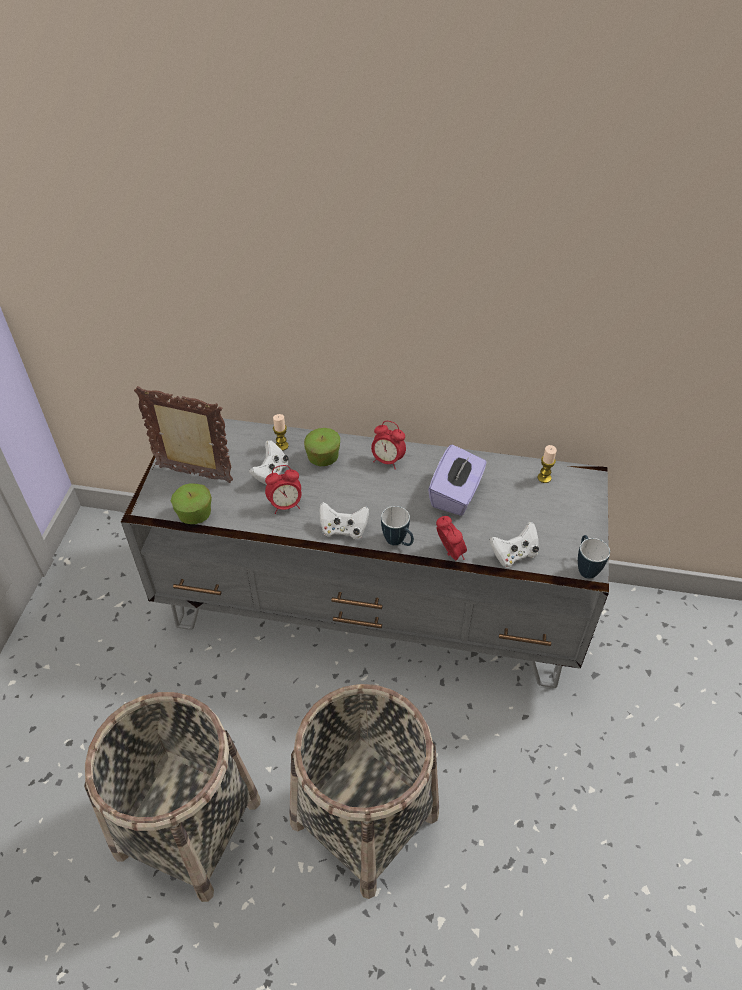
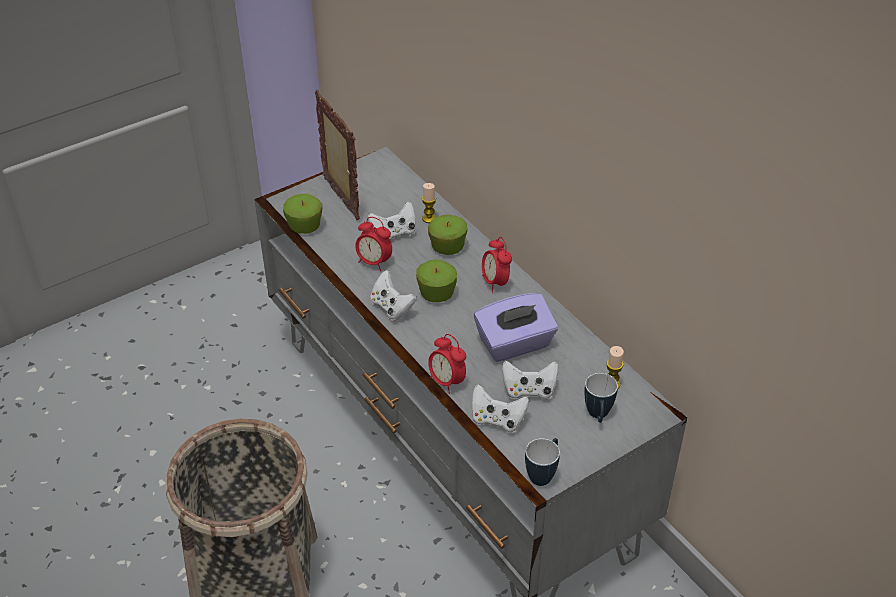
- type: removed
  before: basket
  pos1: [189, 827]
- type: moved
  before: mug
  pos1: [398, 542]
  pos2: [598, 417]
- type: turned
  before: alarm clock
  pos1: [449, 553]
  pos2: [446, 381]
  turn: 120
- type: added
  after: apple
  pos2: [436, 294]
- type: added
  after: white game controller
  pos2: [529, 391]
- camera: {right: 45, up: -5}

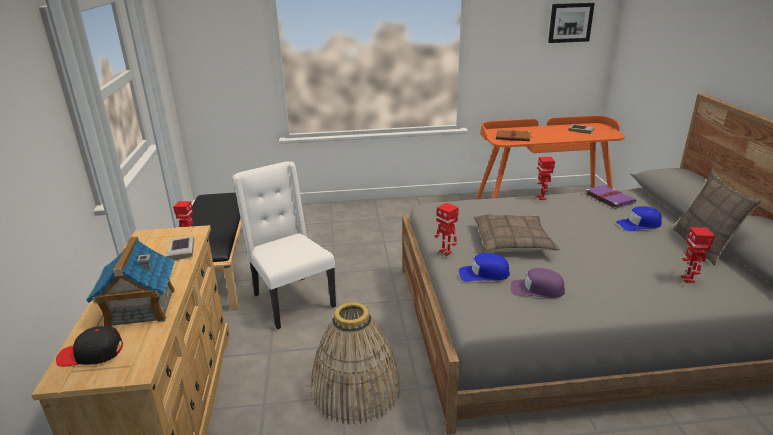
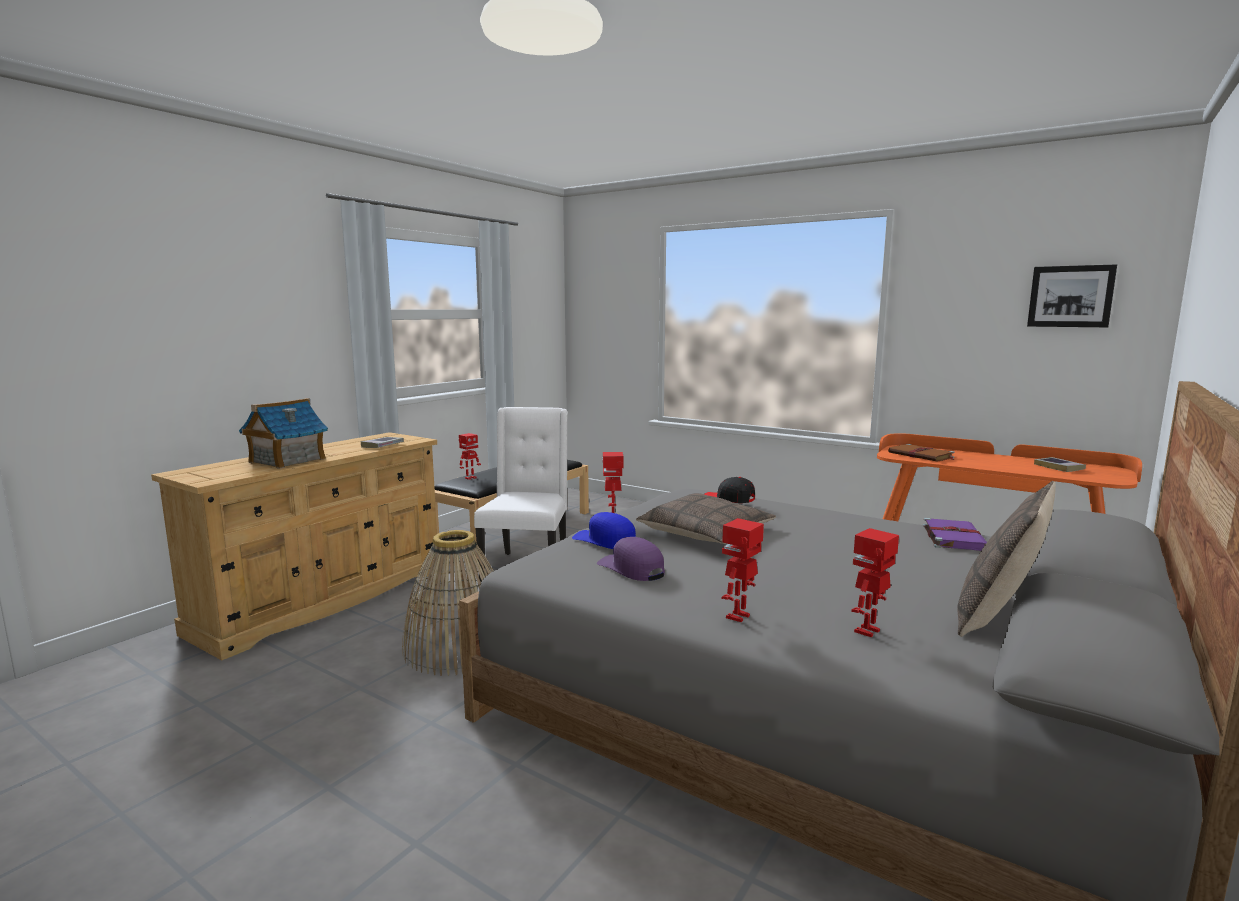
- type: moved
  before: black cap
  pos1: [91, 354]
  pos2: [729, 499]
- type: moved
  before: toy robot
  pos1: [541, 198]
  pos2: [739, 617]
- type: removed
  before: blue cap
  pos1: [639, 224]
- camera: {right: 40, up: -15}

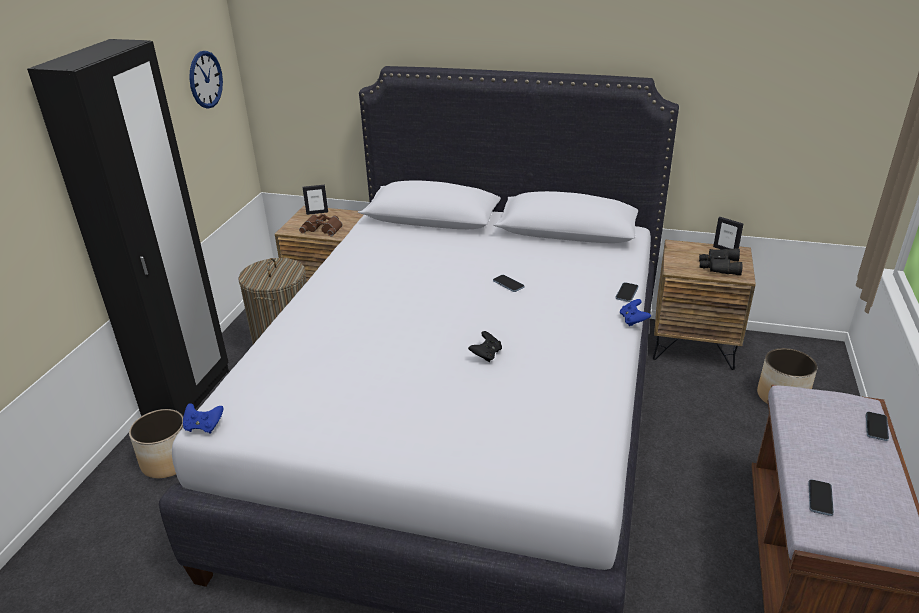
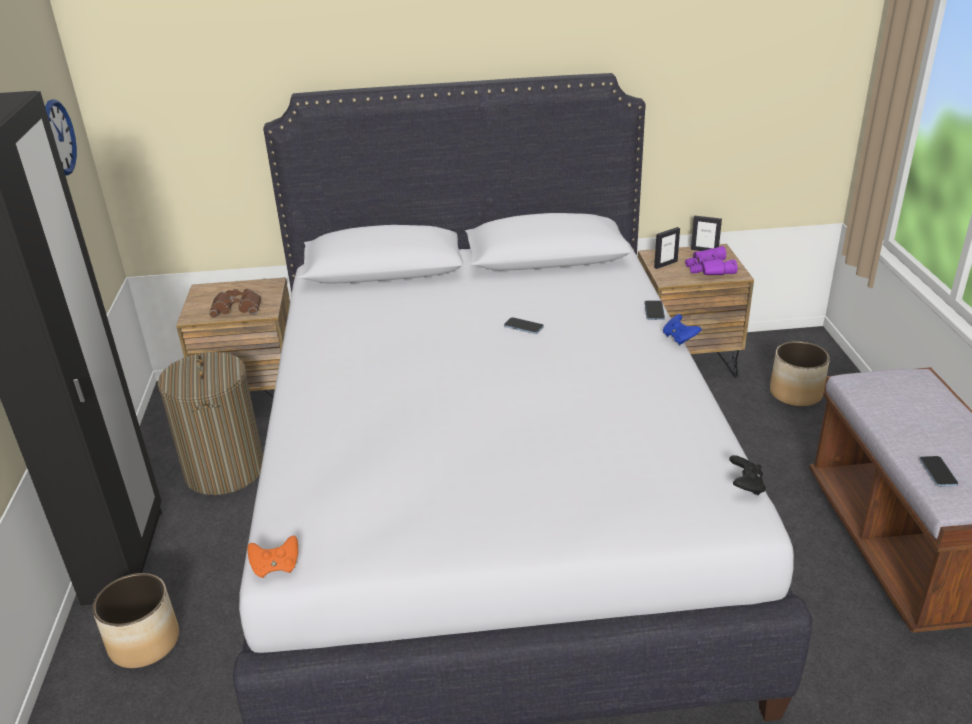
- type: recoloured
  before: blue game controller
  after: orange game controller
  pos1: [204, 426]
  pos2: [276, 567]
- type: moved
  before: picture frame
  pos1: [317, 212]
  pos2: [665, 264]
- type: moved
  before: black game controller
  pos1: [486, 355]
  pos2: [746, 486]
- type: recoloured
  before: black binoculars
  after: purple binoculars
  pos1: [718, 266]
  pos2: [708, 268]
- type: removed
  before: phone
  pos1: [876, 427]
- camera: {right: -20, up: 0}

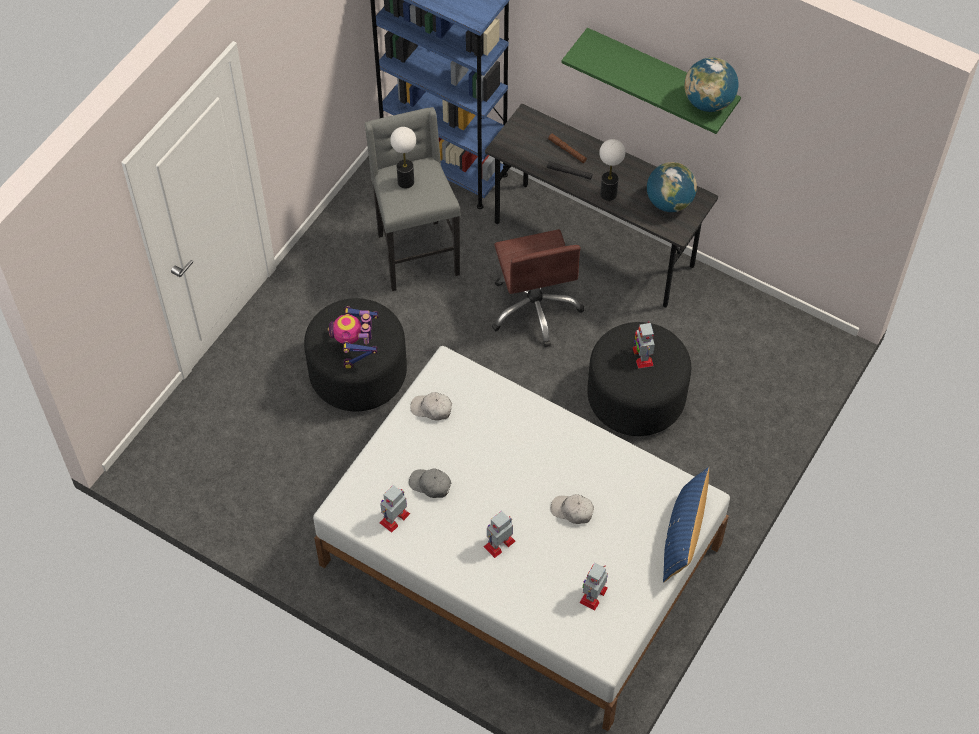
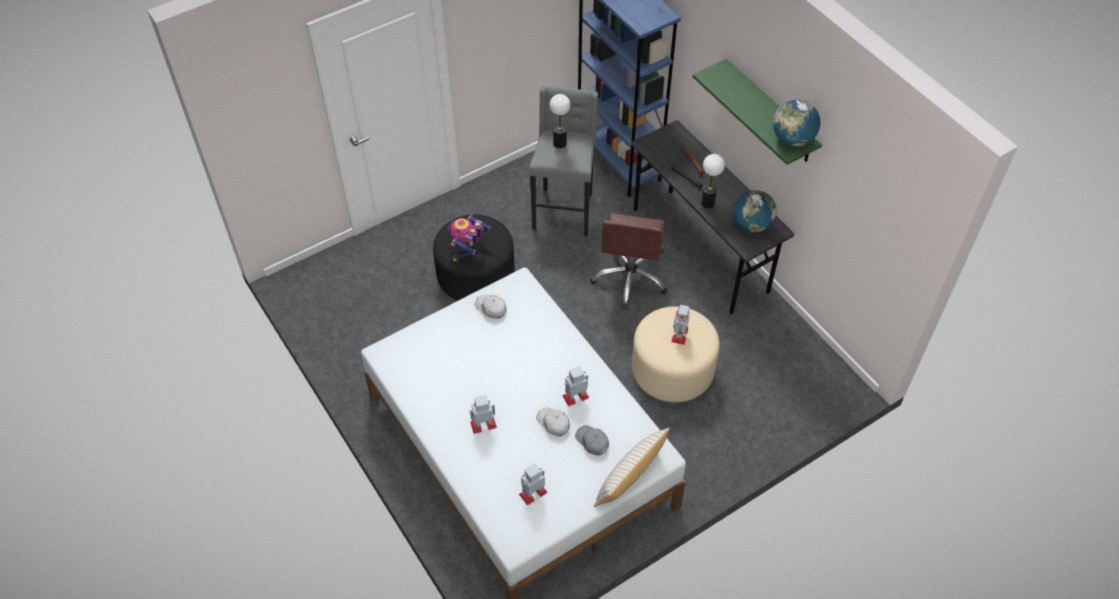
- type: moved
  before: toy robot
  pos1: [394, 517]
  pos2: [576, 396]
- type: moved
  before: grey cap
  pos1: [430, 485]
  pos2: [592, 442]
- type: recoloured
  before: black ottoman
  after: beige ottoman
  pos1: [636, 397]
  pos2: [672, 370]
- type: recoloured
  before: blue pillow
  after: beige pillow
  pos1: [682, 535]
  pos2: [629, 477]
- camera: {right: 25, up: -5}

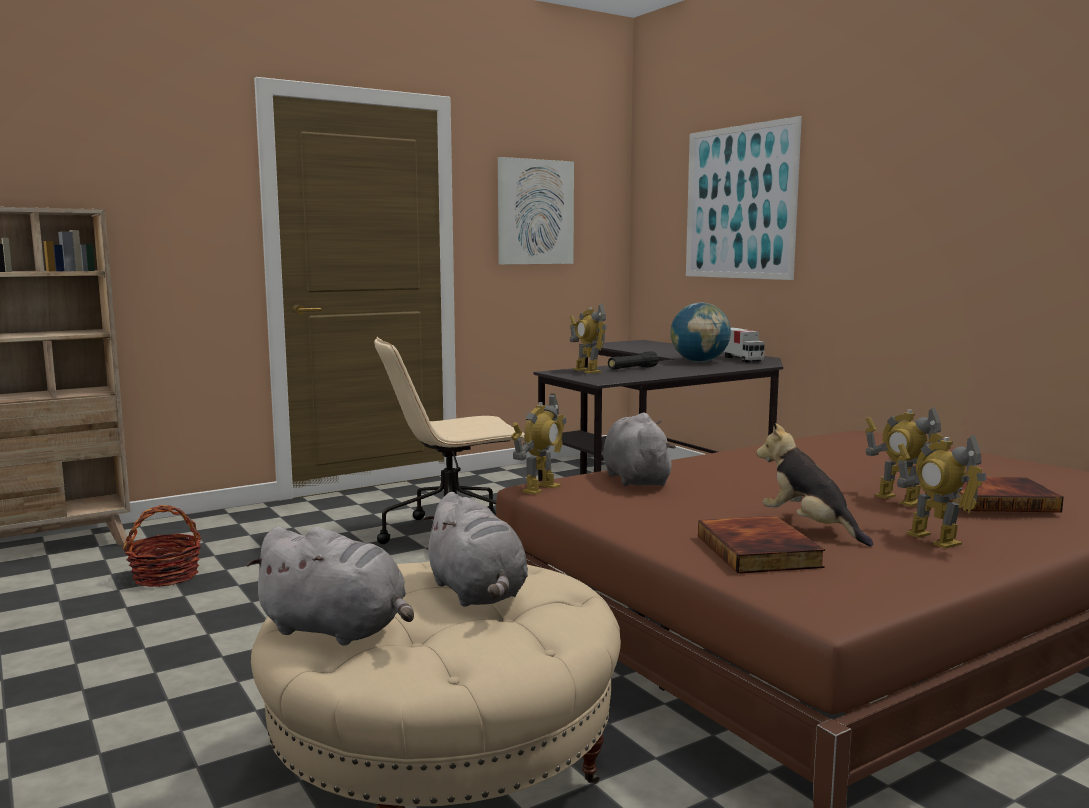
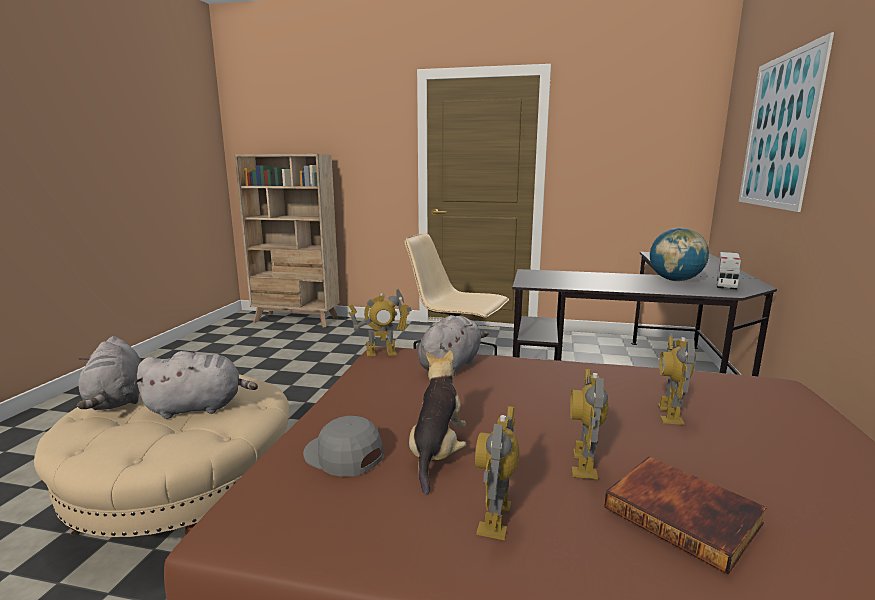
- type: removed
  before: basket
  pos1: [166, 576]
- type: turned
  before: grey plush toy
  pos1: [477, 593]
  pos2: [199, 408]
  turn: -120
- type: removed
  before: picture
  pos1: [535, 212]
- type: moved
  before: toy robot
  pos1: [587, 371]
  pos2: [669, 414]
- type: removed
  before: black flashlight
  pos1: [632, 369]
- type: replaced
  before: book
  after: grey cap
  pos1: [760, 551]
  pos2: [343, 455]
- camera: {right: 45, up: 5}

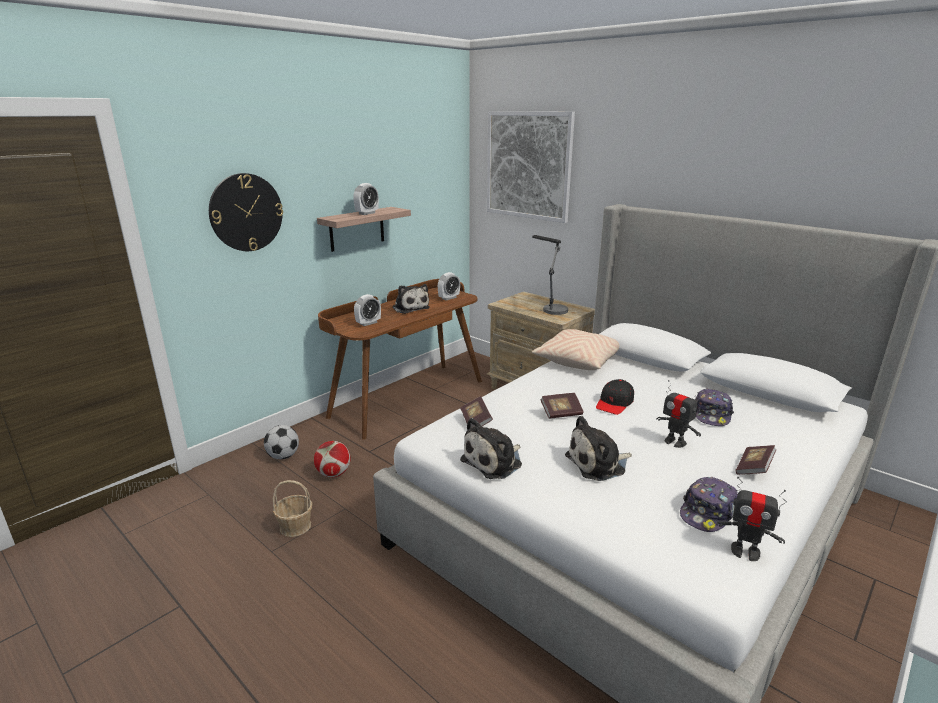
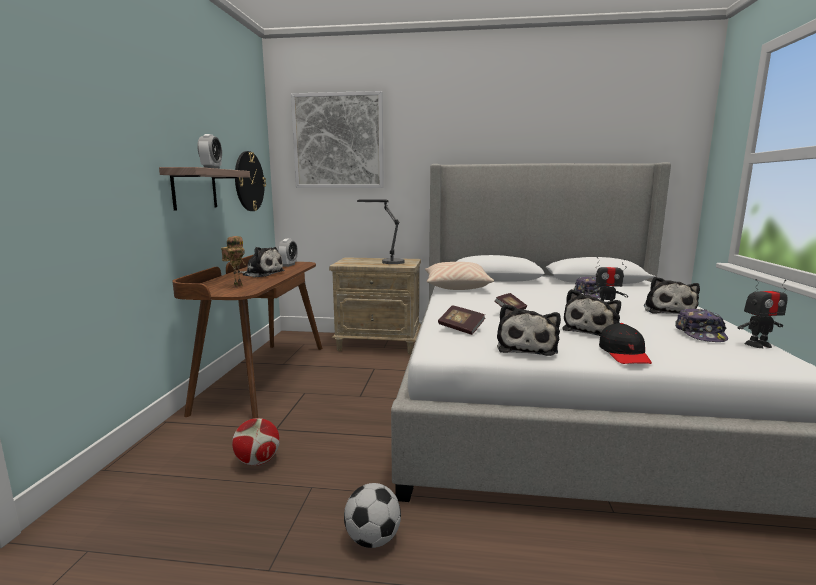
- type: moved
  before: wall clock
  pos1: [246, 212]
  pos2: [249, 181]
- type: moved
  before: football
  pos1: [283, 456]
  pos2: [372, 539]
- type: removed
  before: basket
  pos1: [295, 526]
- type: replaced
  before: alarm clock
  after: toy robot
  pos1: [368, 323]
  pos2: [237, 286]
- type: moved
  before: black cap
  pos1: [614, 403]
  pos2: [624, 354]
- type: replaced
  before: book
  after: plush toy
  pos1: [754, 468]
  pos2: [668, 310]
- camera: {right: -35, up: -10}

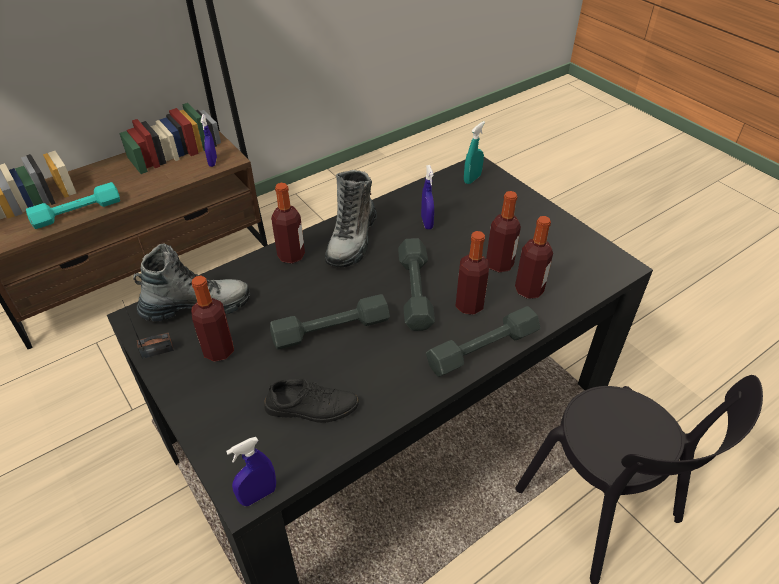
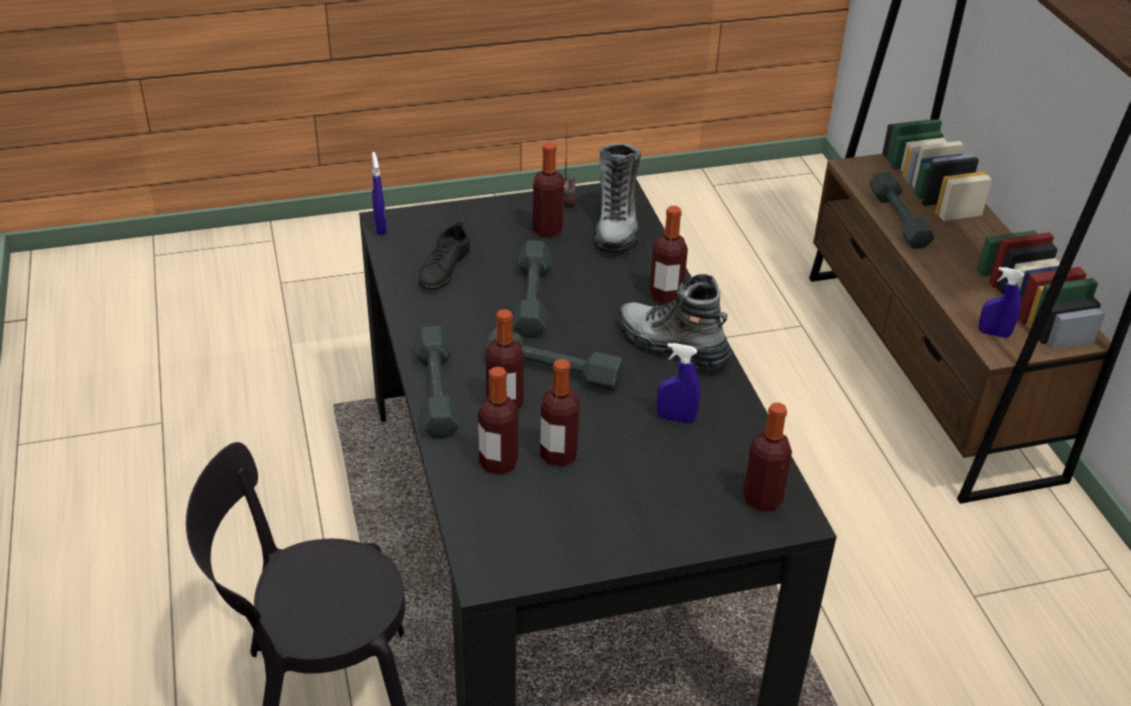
- type: recoloured
  before: turquoise dumbbell
  after: grey dumbbell
  pos1: [77, 212]
  pos2: [899, 219]
- type: replaced
  before: turquoise spray bottle
  after: bottle
  pos1: [472, 179]
  pos2: [762, 499]
- camera: {right: 110, up: -5}

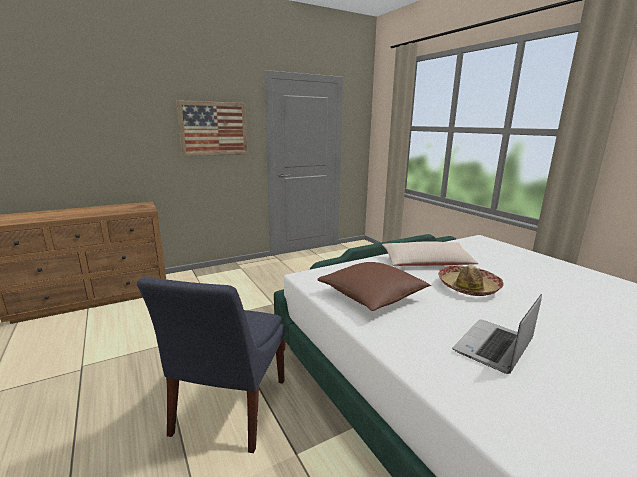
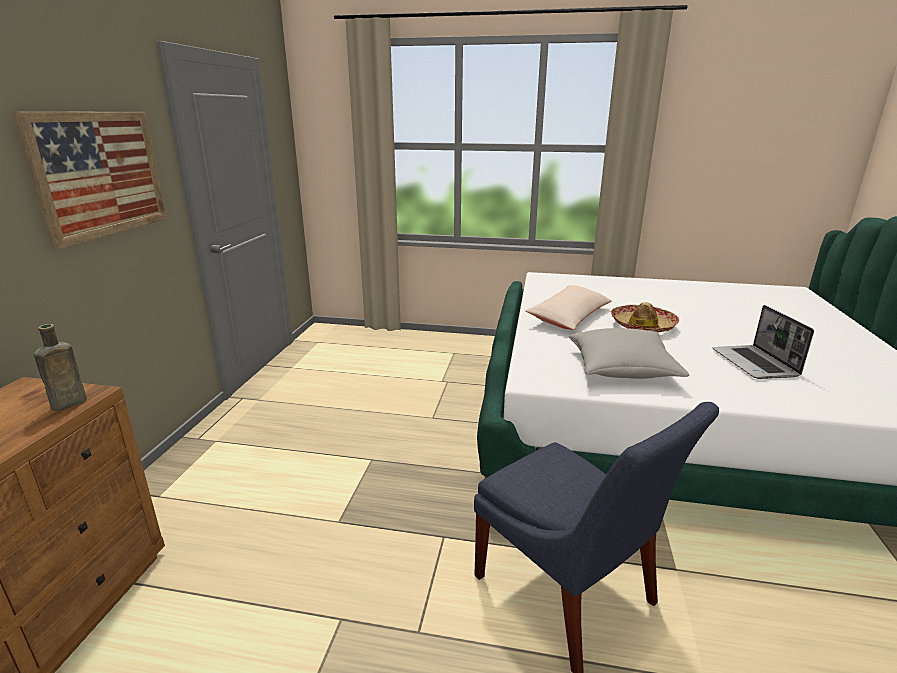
- type: recoloured
  before: brown pillow
  after: grey pillow
  pos1: [372, 296]
  pos2: [622, 368]
- type: added
  after: brown bottle
  pos2: [67, 405]
- camera: {right: -50, up: 5}

